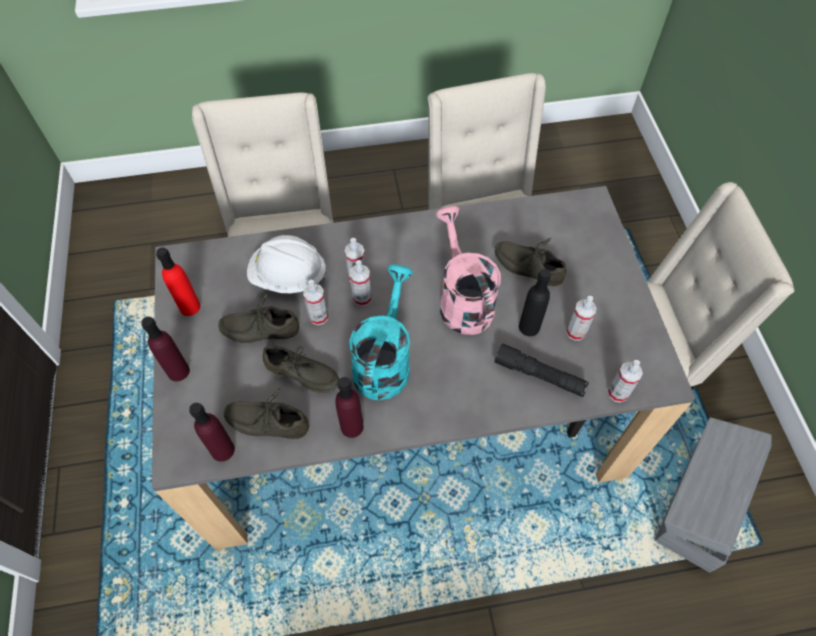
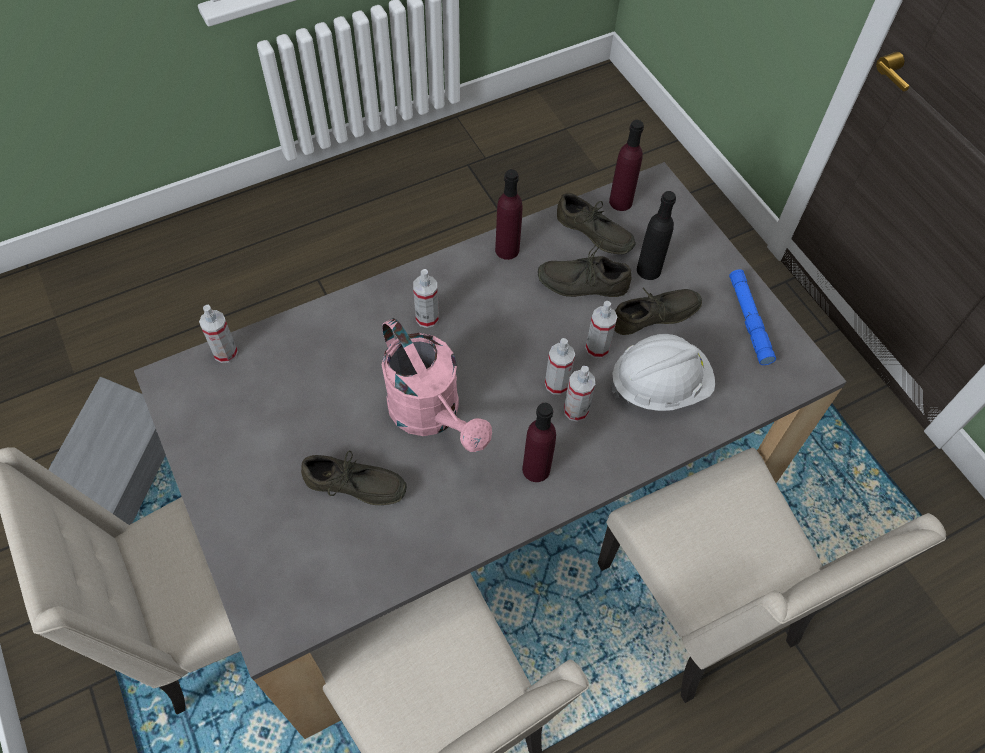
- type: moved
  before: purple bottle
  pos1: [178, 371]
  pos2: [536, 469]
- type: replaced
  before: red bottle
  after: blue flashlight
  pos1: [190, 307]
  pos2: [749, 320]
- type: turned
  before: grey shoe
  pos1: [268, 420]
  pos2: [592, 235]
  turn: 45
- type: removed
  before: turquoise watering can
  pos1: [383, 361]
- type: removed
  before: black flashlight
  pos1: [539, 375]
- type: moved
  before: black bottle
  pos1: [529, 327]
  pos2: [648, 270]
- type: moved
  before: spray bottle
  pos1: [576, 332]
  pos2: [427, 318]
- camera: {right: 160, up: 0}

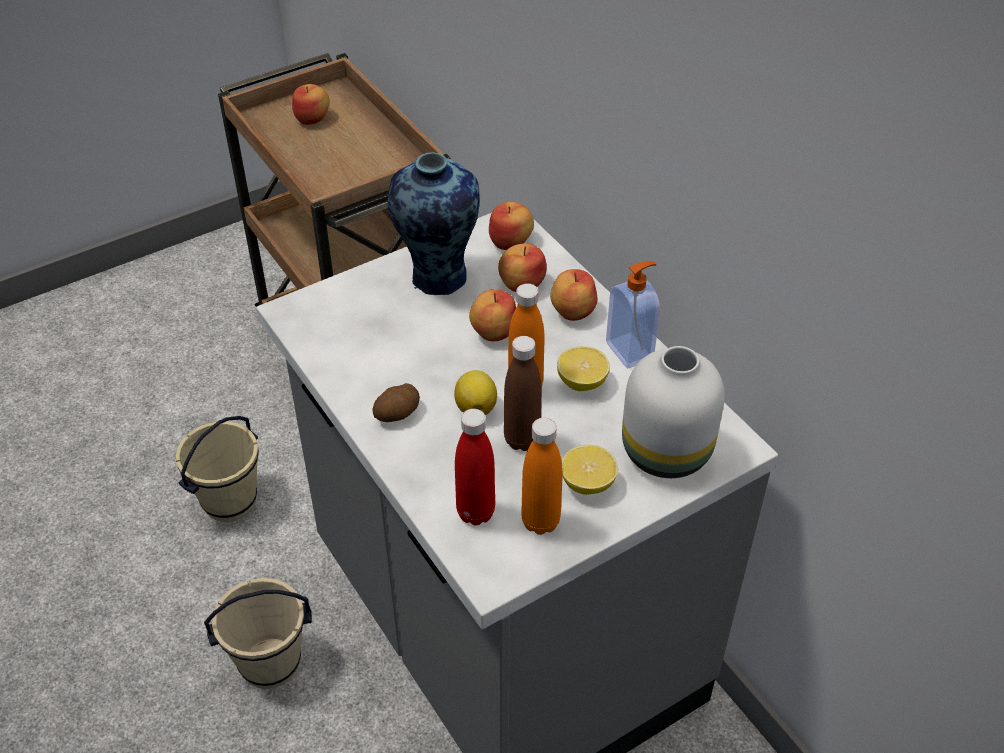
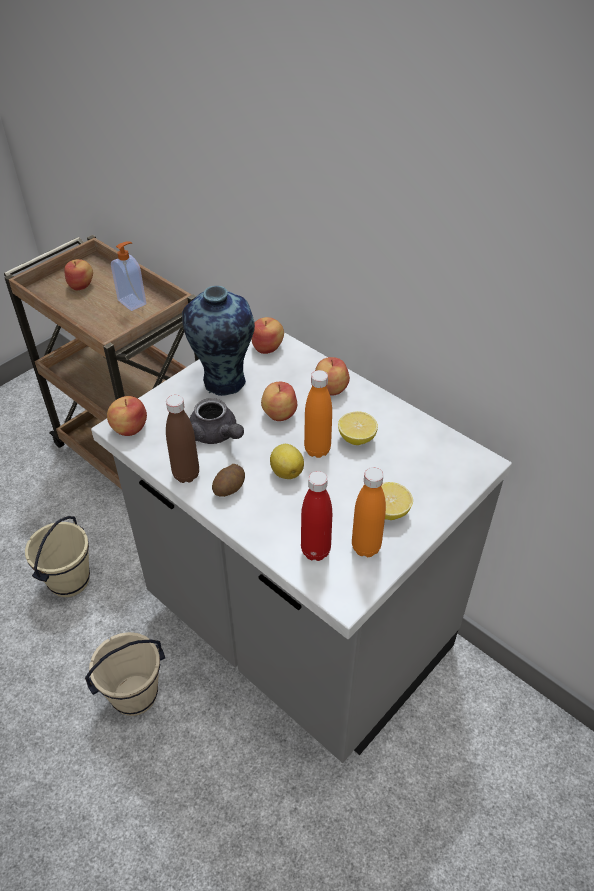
- type: moved
  before: apple
  pos1: [522, 284]
  pos2: [129, 428]
- type: moved
  before: brown bottle
  pos1: [522, 439]
  pos2: [186, 474]
- type: moved
  before: soap dispenser
  pos1: [631, 350]
  pos2: [133, 302]
- type: removed
  before: white vase
  pos1: [663, 451]
- type: added
  after: grey teapot
  pos2: [216, 435]
- camera: {right: -15, up: 0}

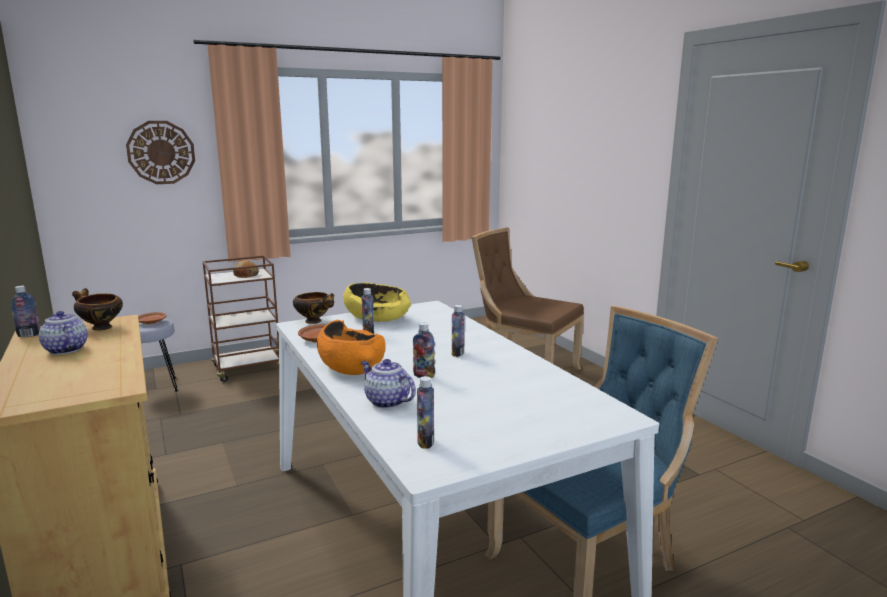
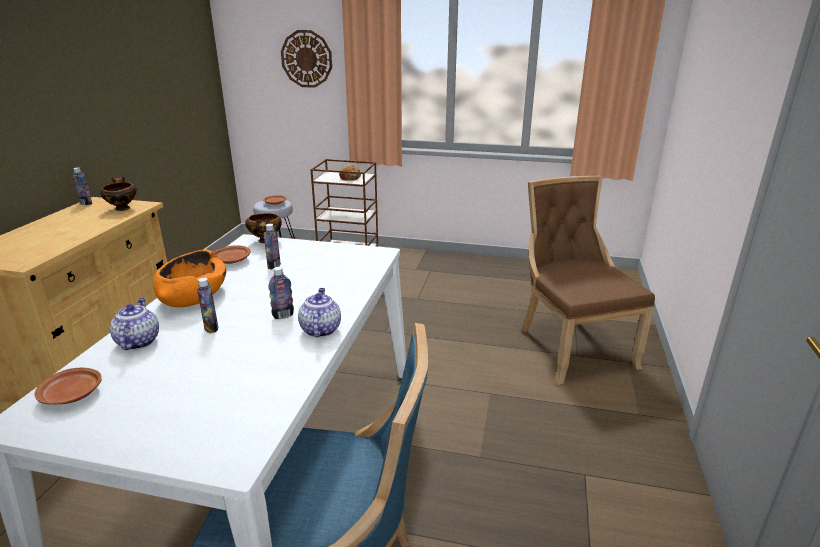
- type: moved
  before: teapot
  pos1: [65, 349]
  pos2: [320, 329]
- type: removed
  before: yellow bowl
  pos1: [377, 318]
- type: replaced
  before: bottle
  after: brown plate
  pos1: [425, 442]
  pos2: [72, 395]
- camera: {right: 40, up: 10}

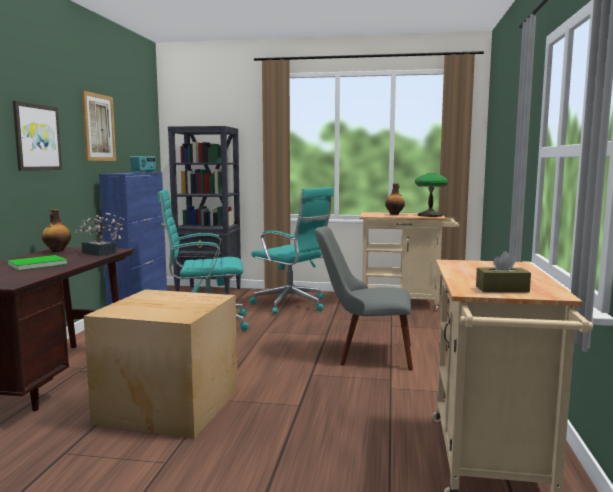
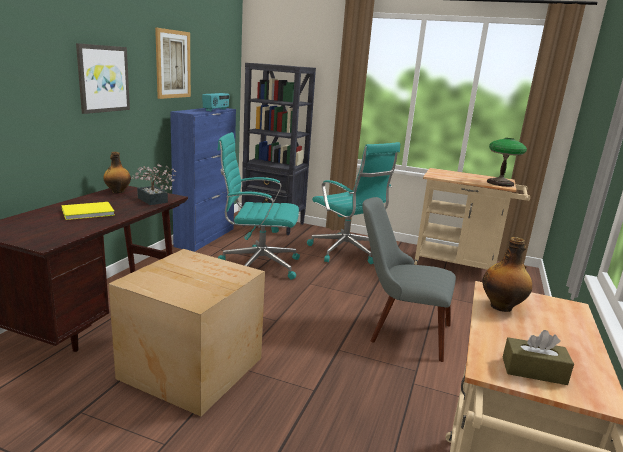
- type: recoloured
  before: green book
  after: yellow book
  pos1: [35, 264]
  pos2: [86, 212]
- type: moved
  before: bottle
  pos1: [394, 214]
  pos2: [502, 306]
- camera: {right: 10, up: 10}

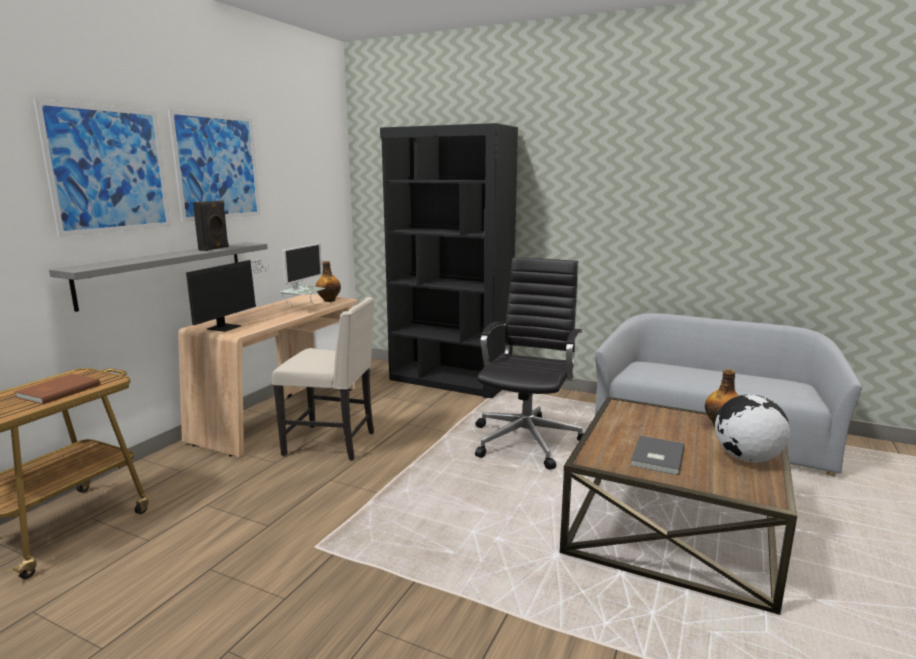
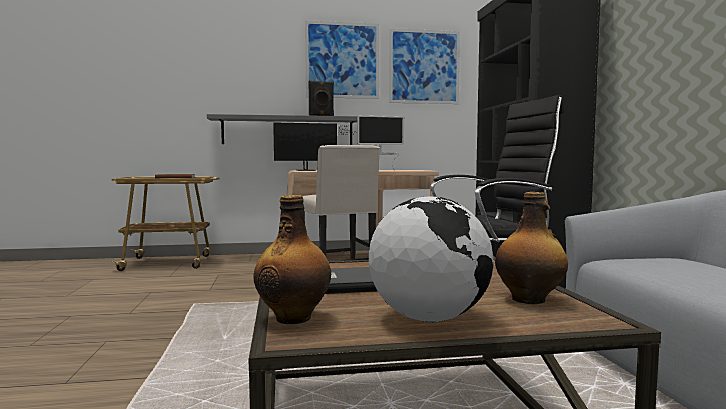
- type: moved
  before: picture
  pos1: [109, 169]
  pos2: [424, 67]
- type: moved
  before: bottle
  pos1: [329, 300]
  pos2: [294, 317]
- camera: {right: 55, up: -10}

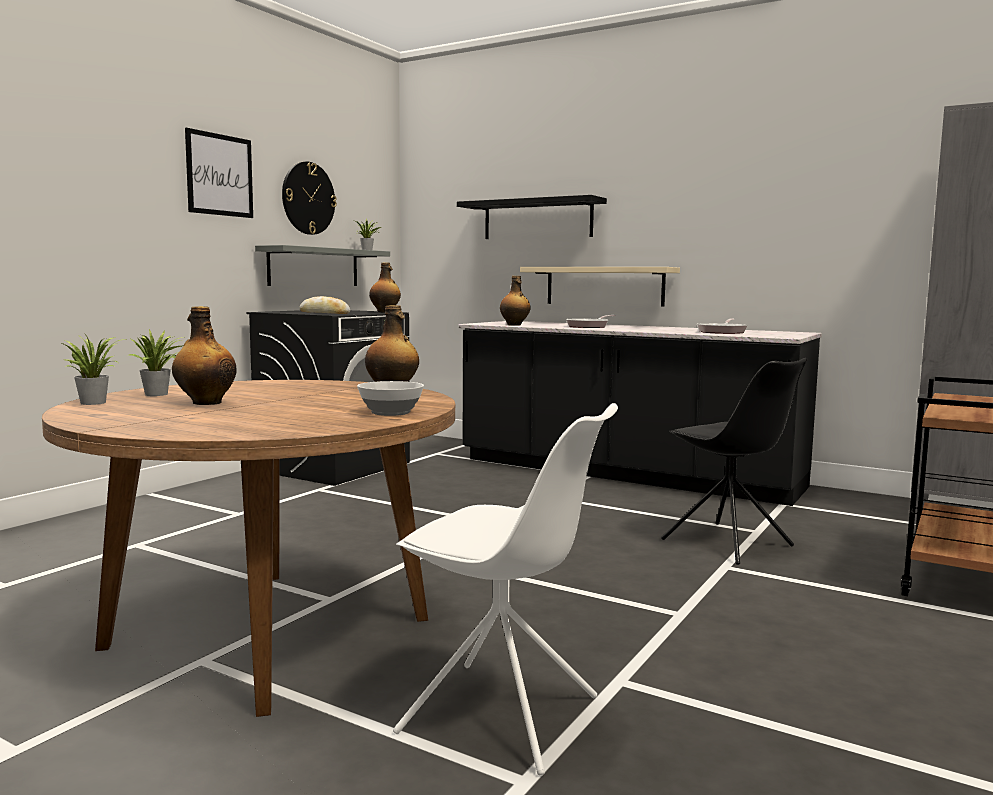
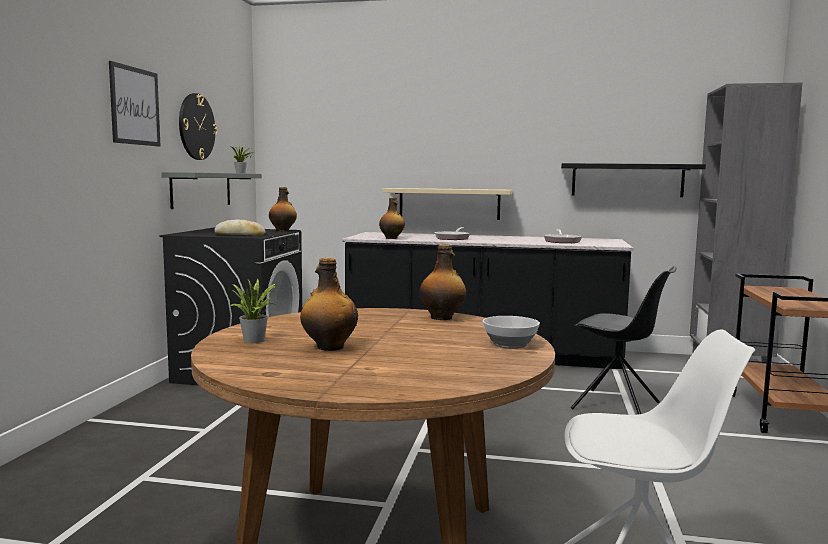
- type: removed
  before: potted plant
  pos1: [94, 402]
- type: moved
  before: black shelf
  pos1: [537, 219]
  pos2: [627, 180]
- camera: {right: -20, up: 0}

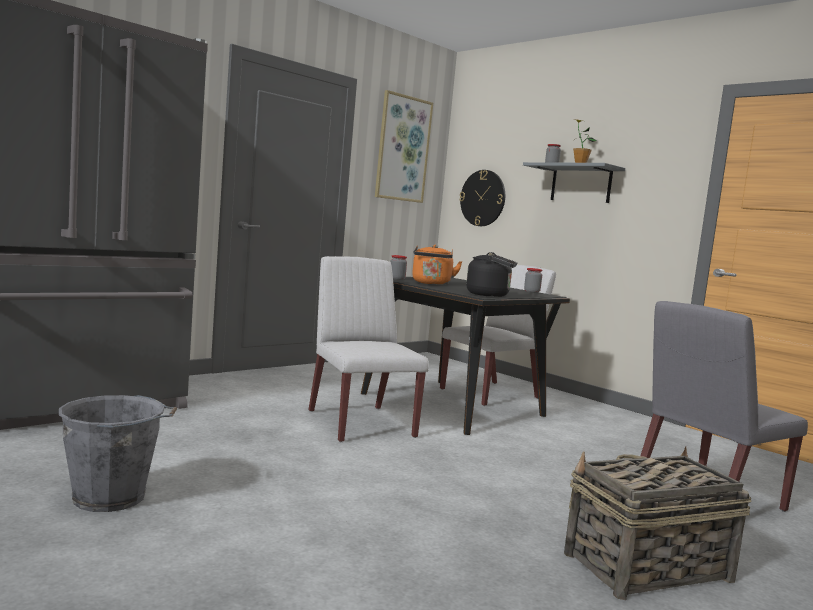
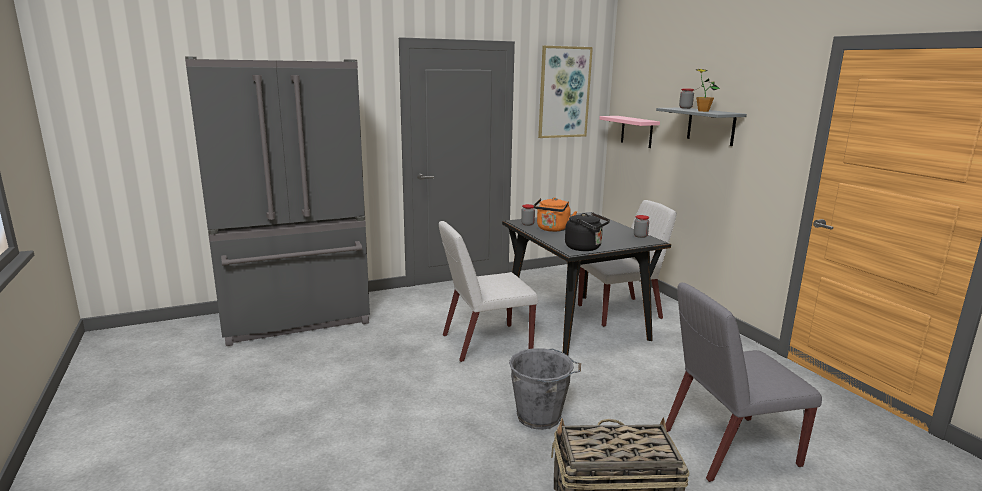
- type: moved
  before: grey bucket
  pos1: [112, 498]
  pos2: [541, 417]
- type: turned
  before: white chair
  pos1: [360, 423]
  pos2: [485, 343]
  turn: -105
- type: replaced
  before: wall clock
  after: pink shelf
  pos1: [483, 198]
  pos2: [636, 131]
- camera: {right: 20, up: 10}

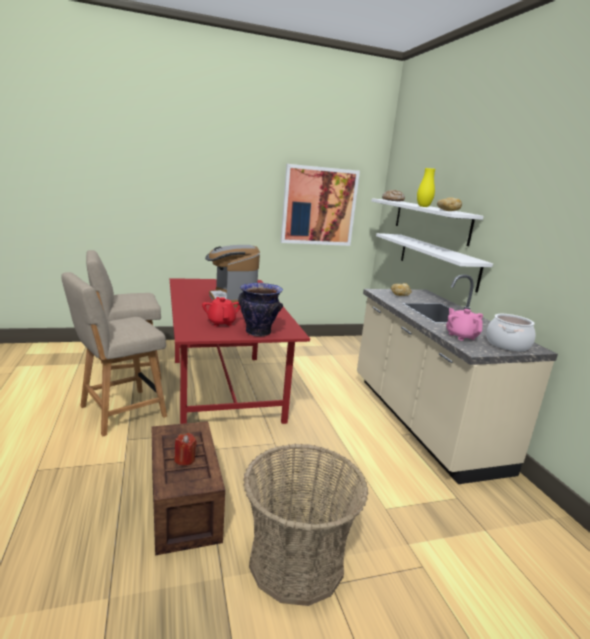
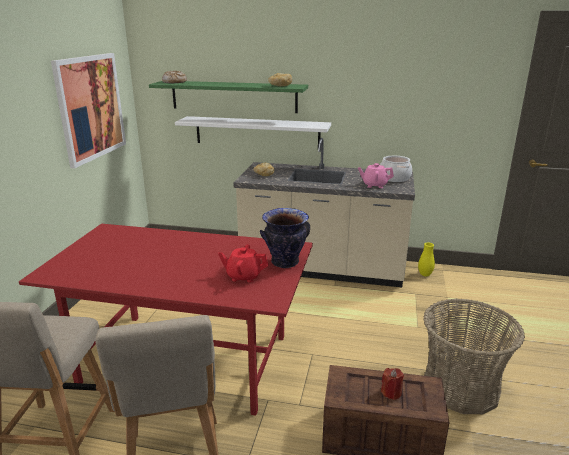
- type: removed
  before: coffee machine
  pos1: [232, 299]
- type: recoloured
  before: white shelf
  after: green shelf
  pos1: [430, 220]
  pos2: [233, 96]
- type: moved
  before: yellow vase
  pos1: [423, 206]
  pos2: [425, 275]
- camera: {right: -60, up: 5}

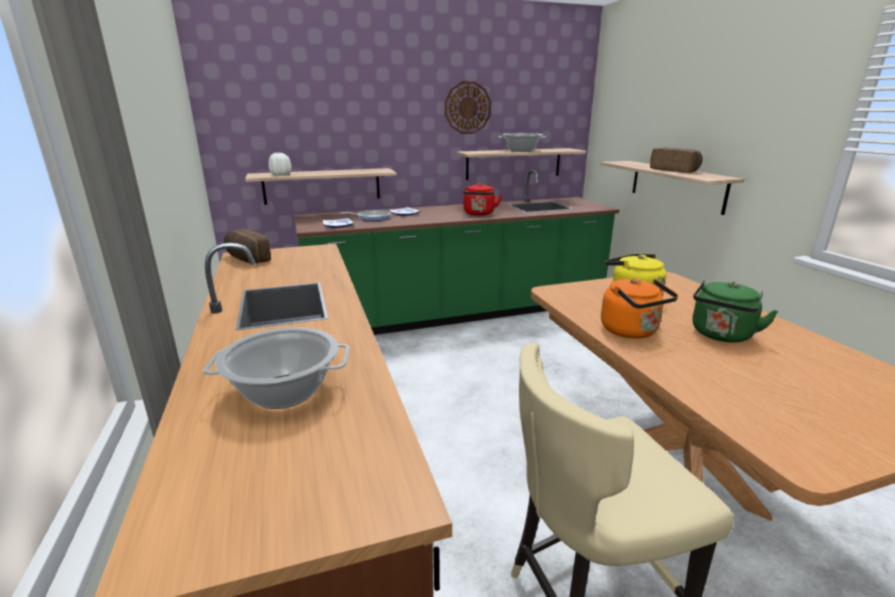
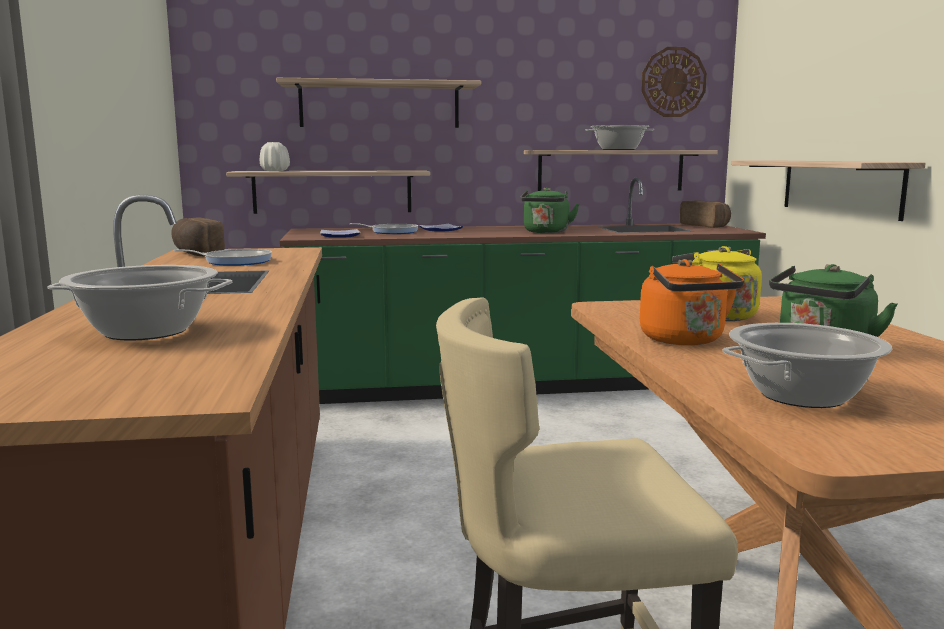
- type: moved
  before: wall clock
  pos1: [467, 108]
  pos2: [673, 82]
- type: recoloured
  before: red kettle
  after: green kettle
  pos1: [479, 214]
  pos2: [546, 232]
- type: moved
  before: bread
  pos1: [674, 170]
  pos2: [706, 225]
- type: added
  after: frying pan
  pos2: [234, 261]
- type: added
  after: shelf
  pos2: [379, 105]
- type: added
  after: cooking pot
  pos2: [802, 396]
- camera: {right: 10, up: -10}

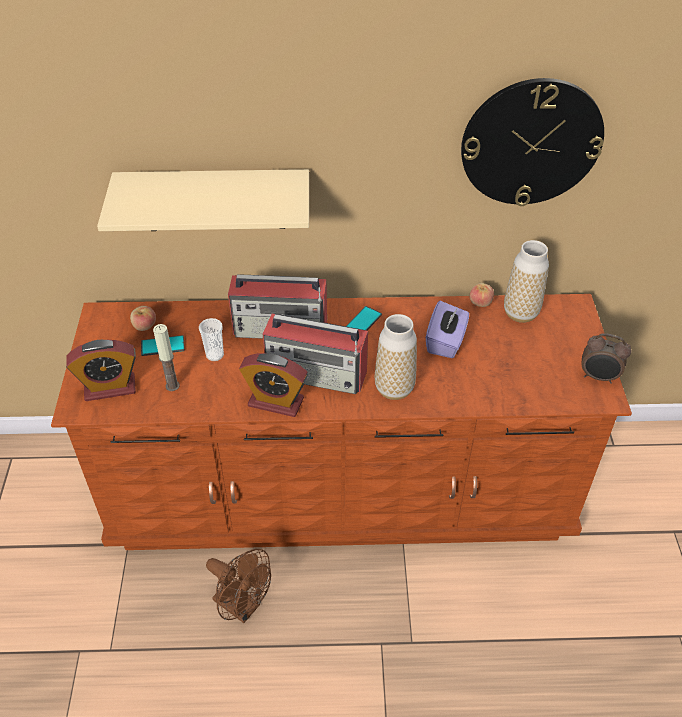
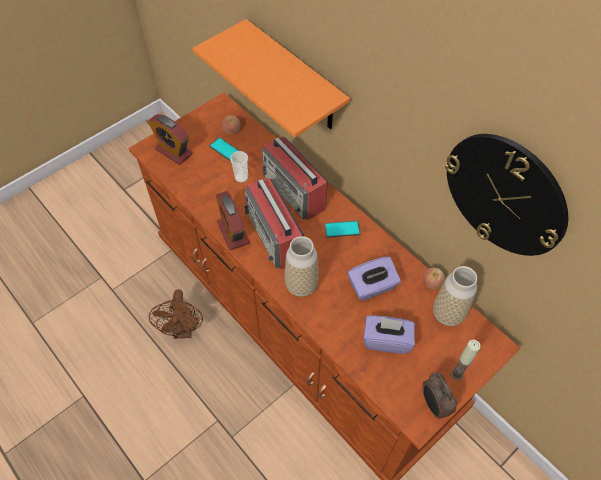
- type: recoloured
  before: beige shelf
  after: orange shelf
  pos1: [214, 200]
  pos2: [295, 78]
- type: moved
  before: candle
  pos1: [172, 386]
  pos2: [457, 374]
- type: added
  after: purple tissue box
  pos2: [387, 340]
- camera: {right: 50, up: 10}

